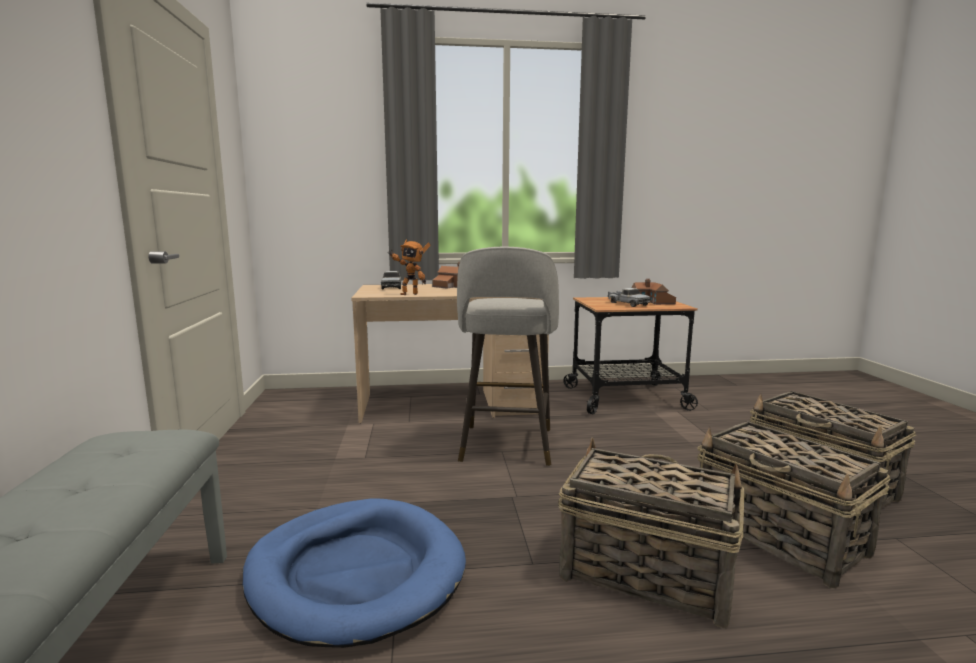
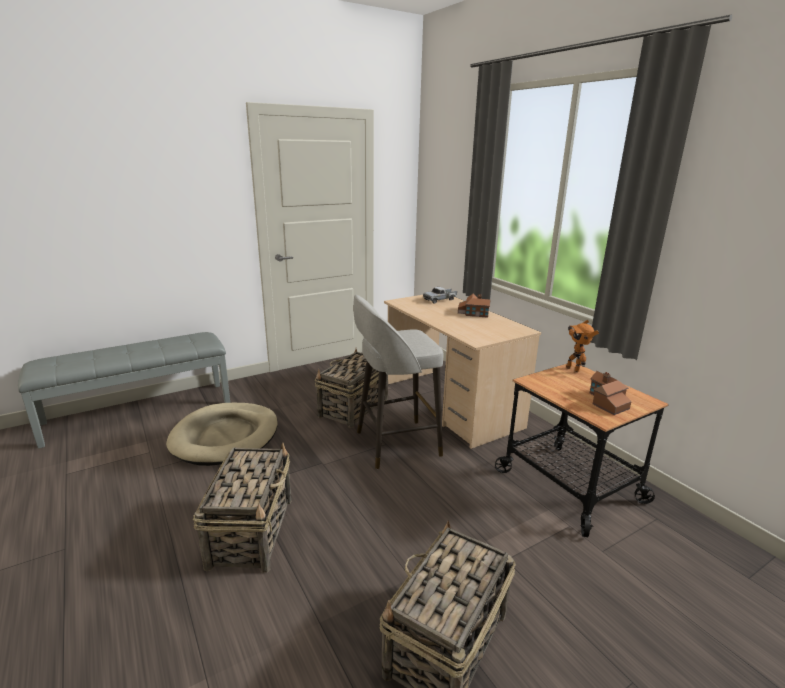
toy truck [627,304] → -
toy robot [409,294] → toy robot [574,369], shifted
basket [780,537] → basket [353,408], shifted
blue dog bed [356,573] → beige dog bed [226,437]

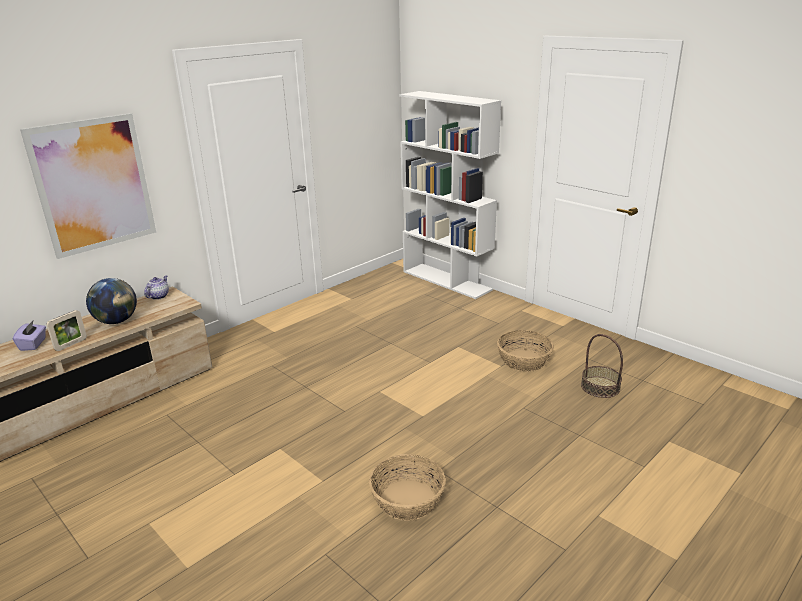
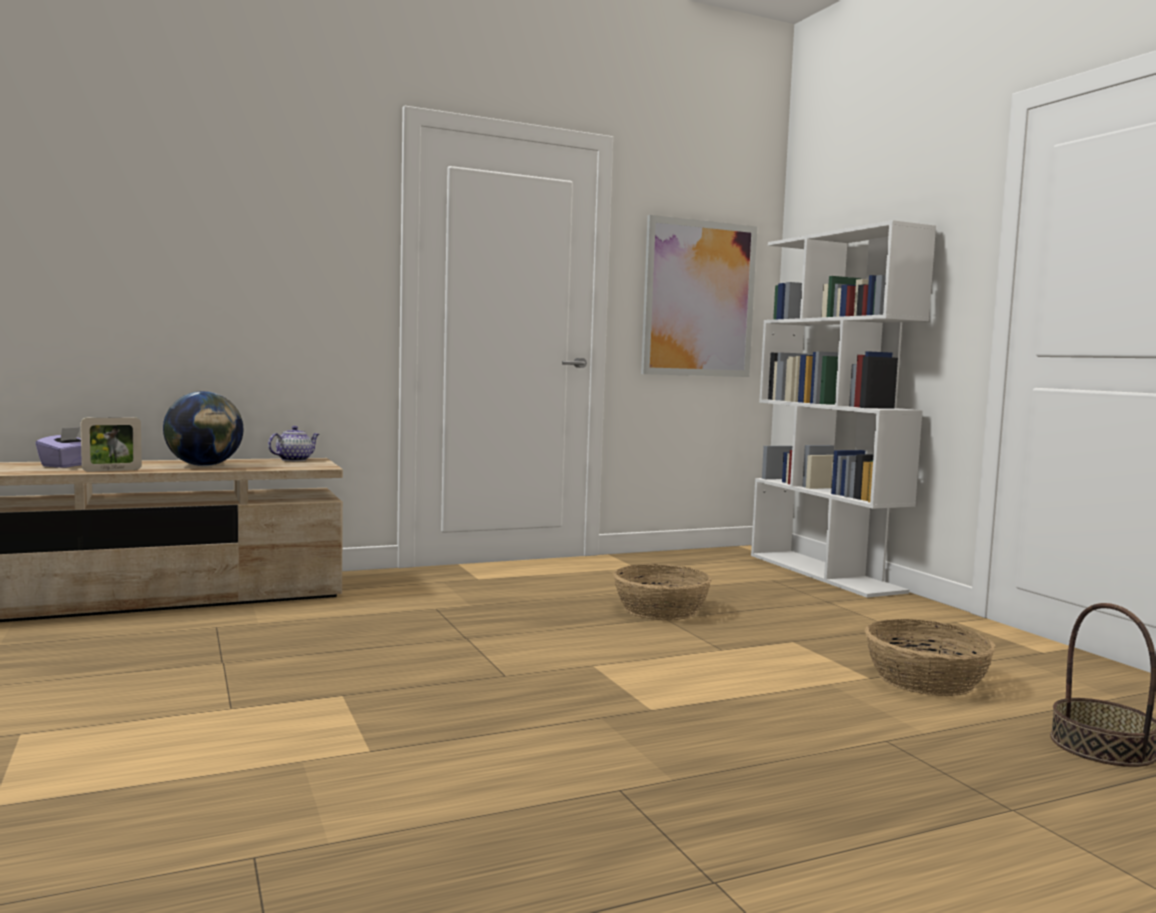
picture [93,185] → picture [698,299], shifted
basket [408,499] → basket [661,610], shifted

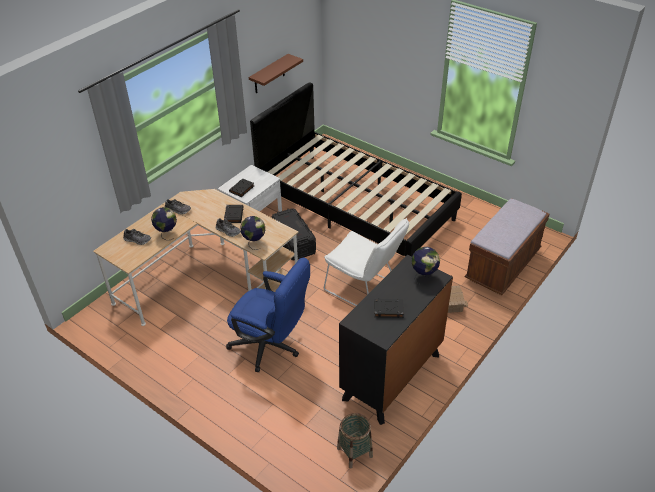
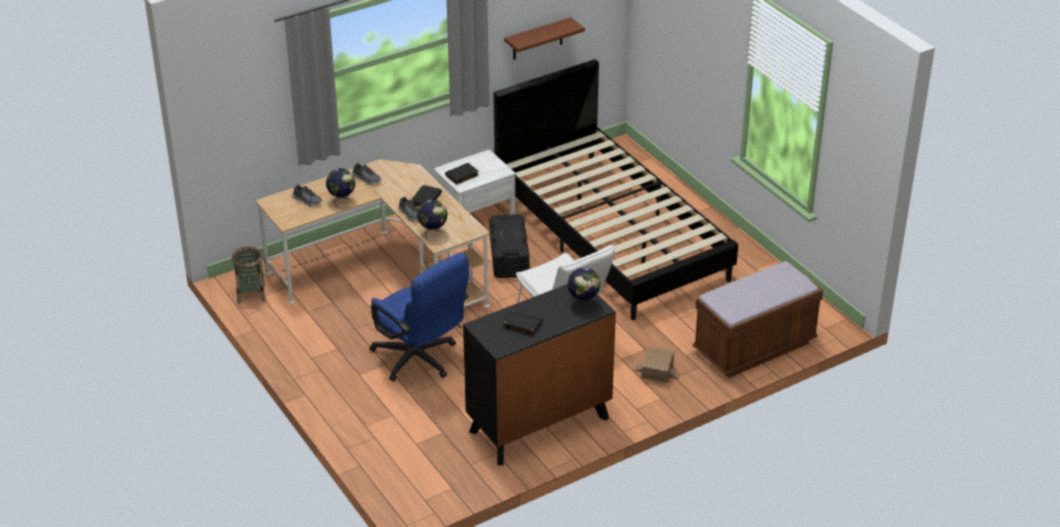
basket [354,452] → basket [251,294], shifted

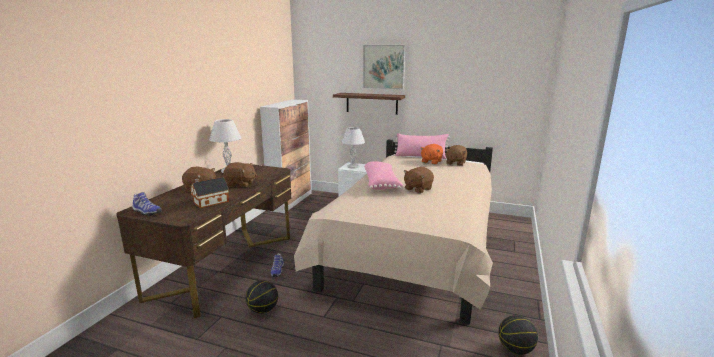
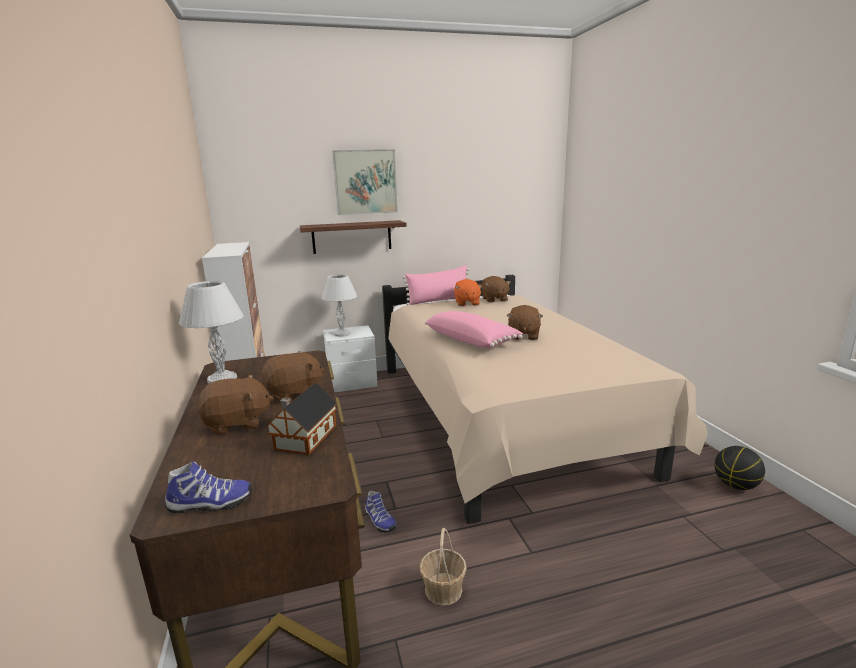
basketball [262,310] → basket [443,590]

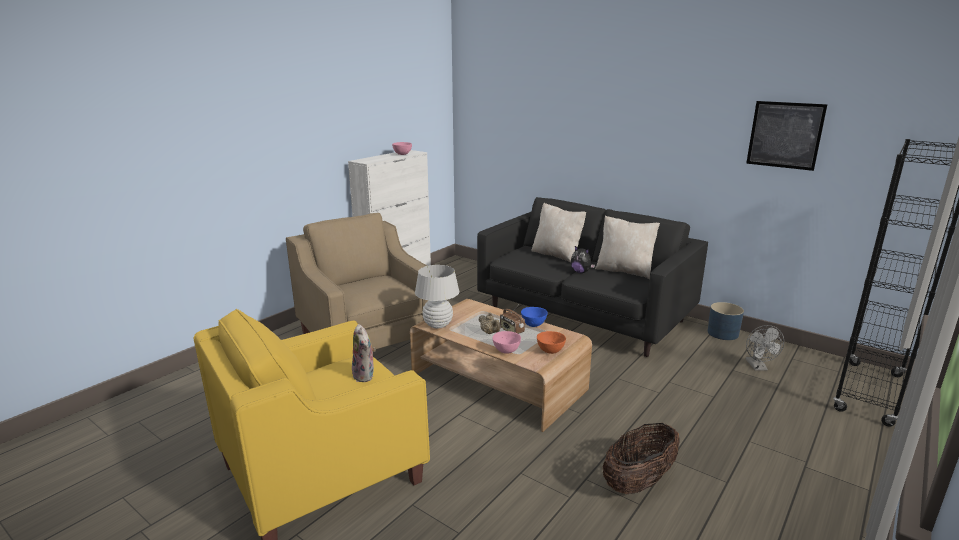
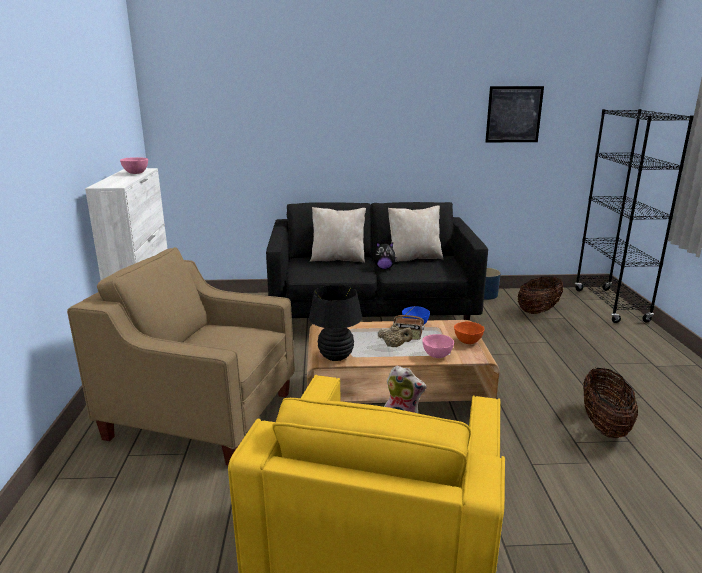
grey fan [758,367] → basket [538,311]
white table lamp [437,325] → black table lamp [335,356]

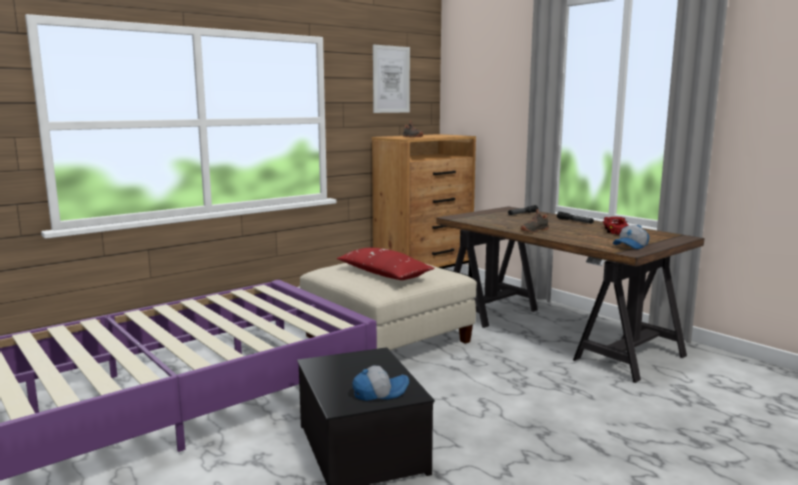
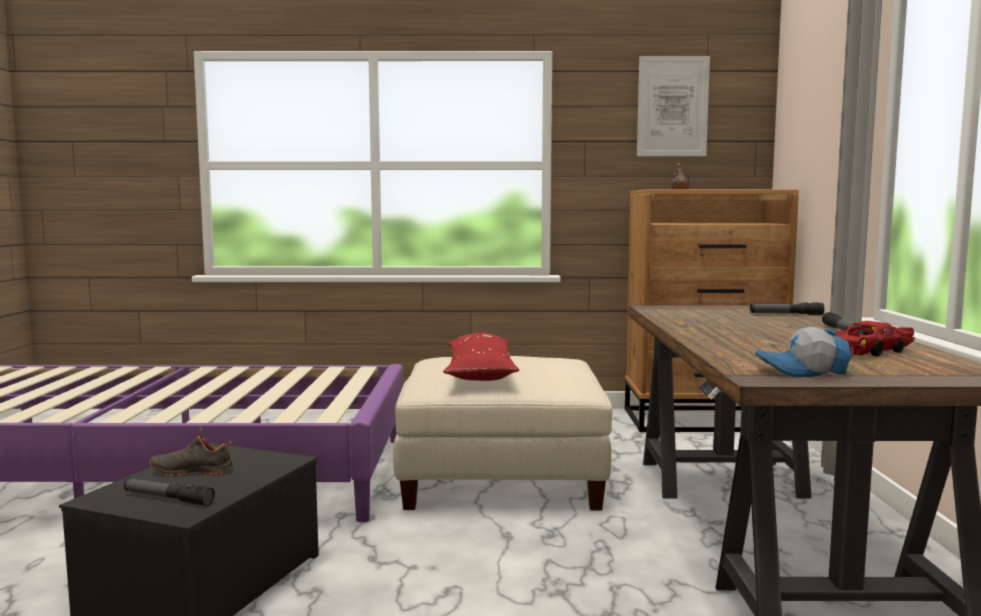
black shoe [533,230] → black shoe [193,471], shifted
cap [380,392] → flashlight [168,499]

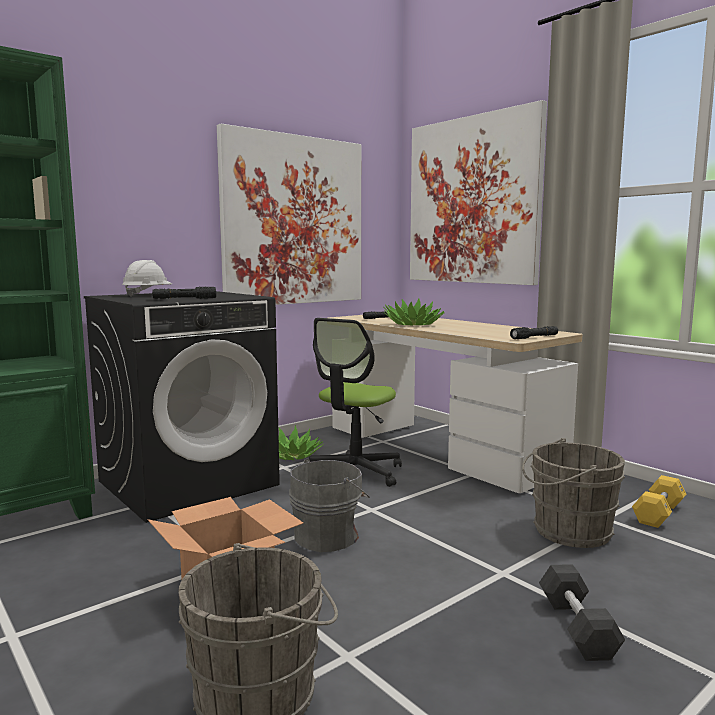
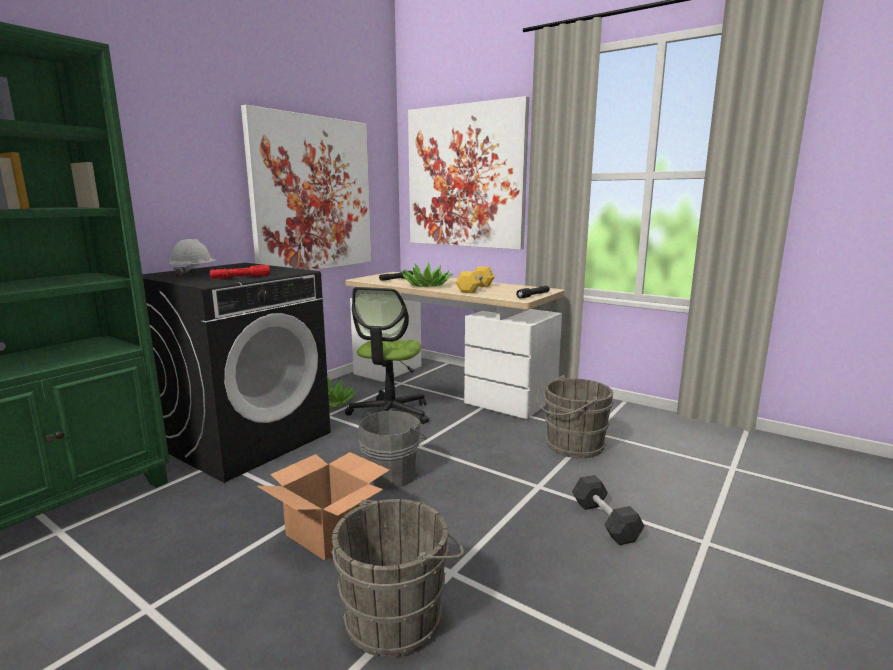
yellow dumbbell [658,513] → yellow dumbbell [475,289], shifted
black flashlight [184,299] → red flashlight [240,277]

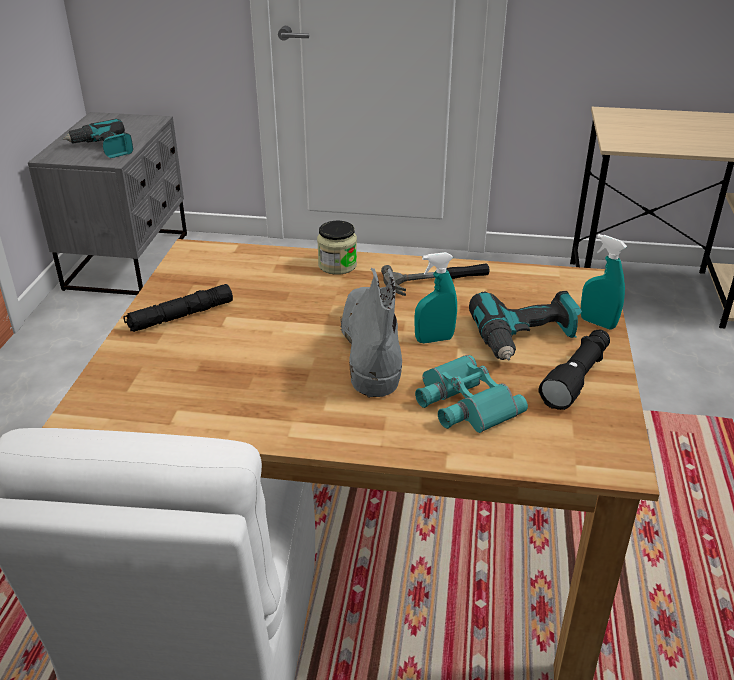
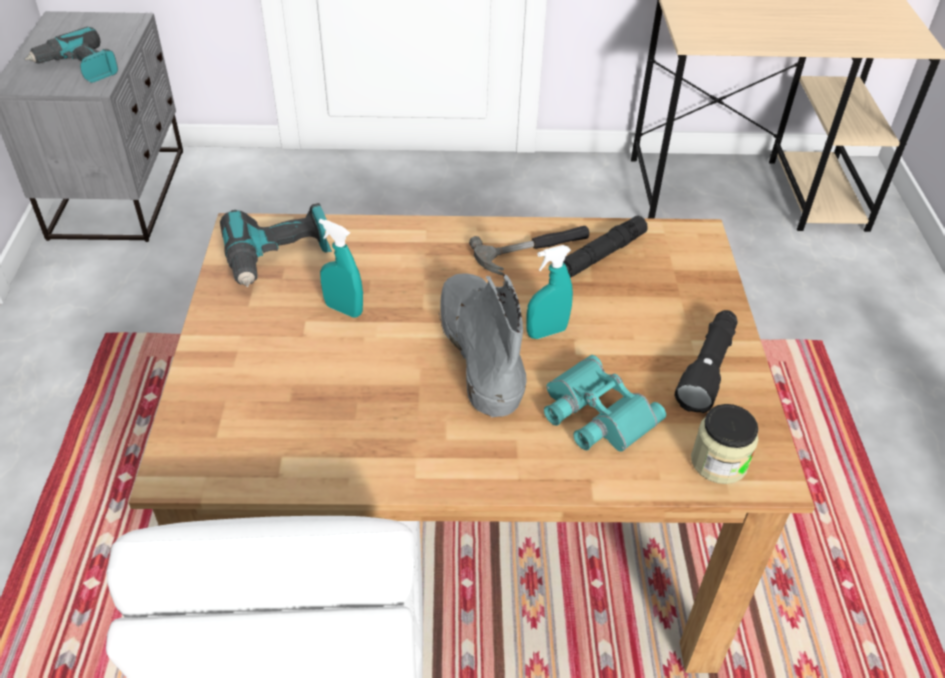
black flashlight [180,316] → black flashlight [601,255], shifted
jar [337,265] → jar [718,462], shifted
power drill [525,339] → power drill [279,257], shifted
turquoise spray bottle [597,323] → turquoise spray bottle [343,309], shifted

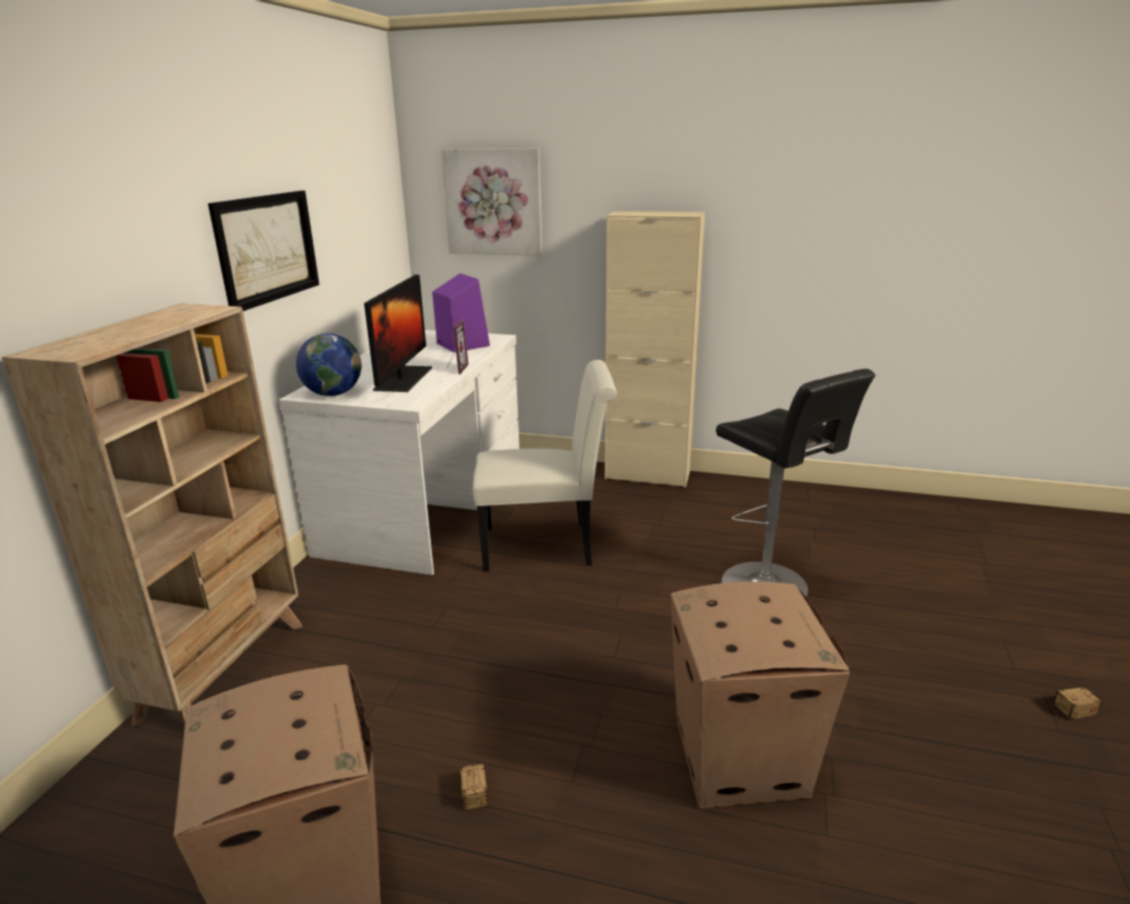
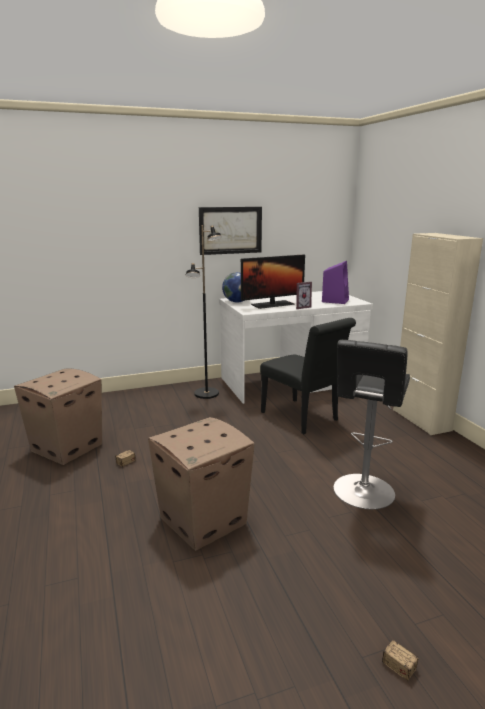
beige bookcase [225,669] → -
picture [493,202] → -
- → black floor lamp [207,394]
white chair [546,546] → black chair [302,418]

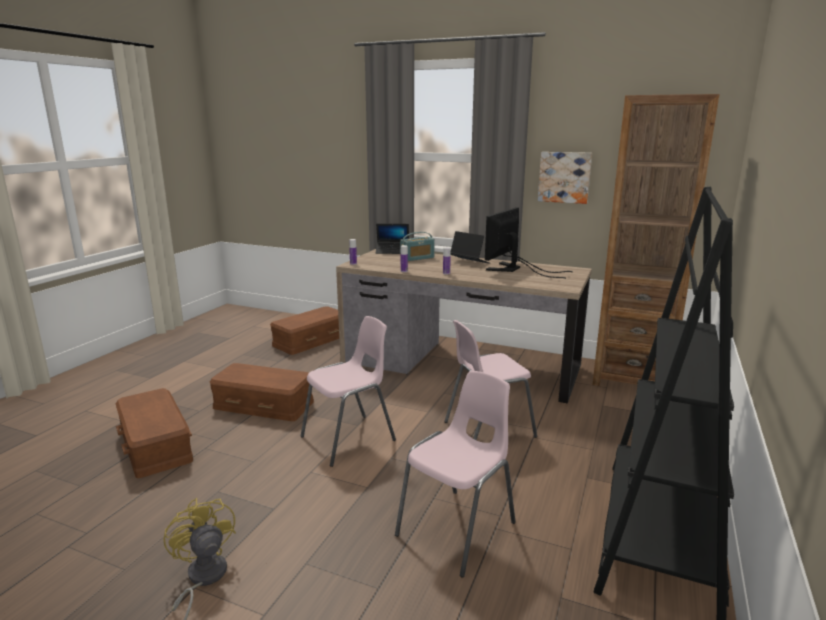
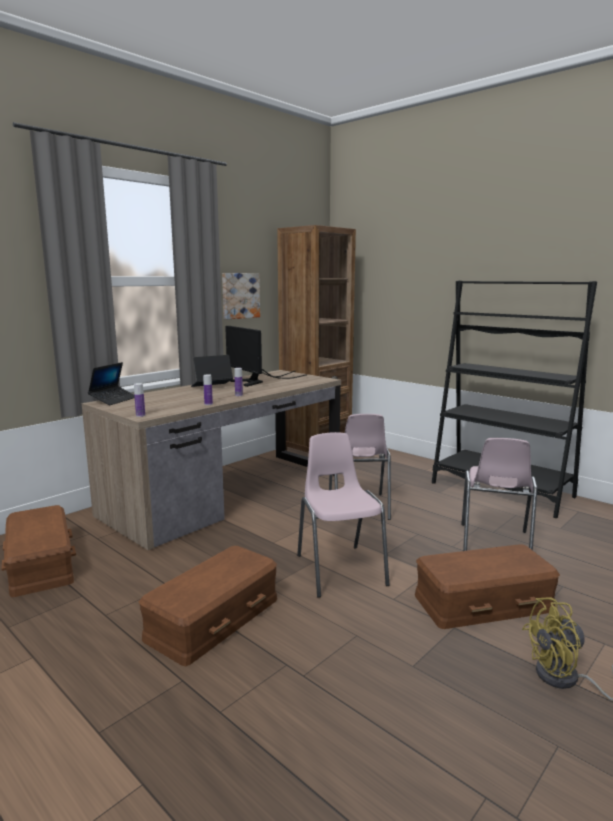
radio [417,258] → -
brown storage box [156,444] → brown storage box [482,601], shifted
pink chair [458,529] → pink chair [494,544], 135 degrees counterclockwise

